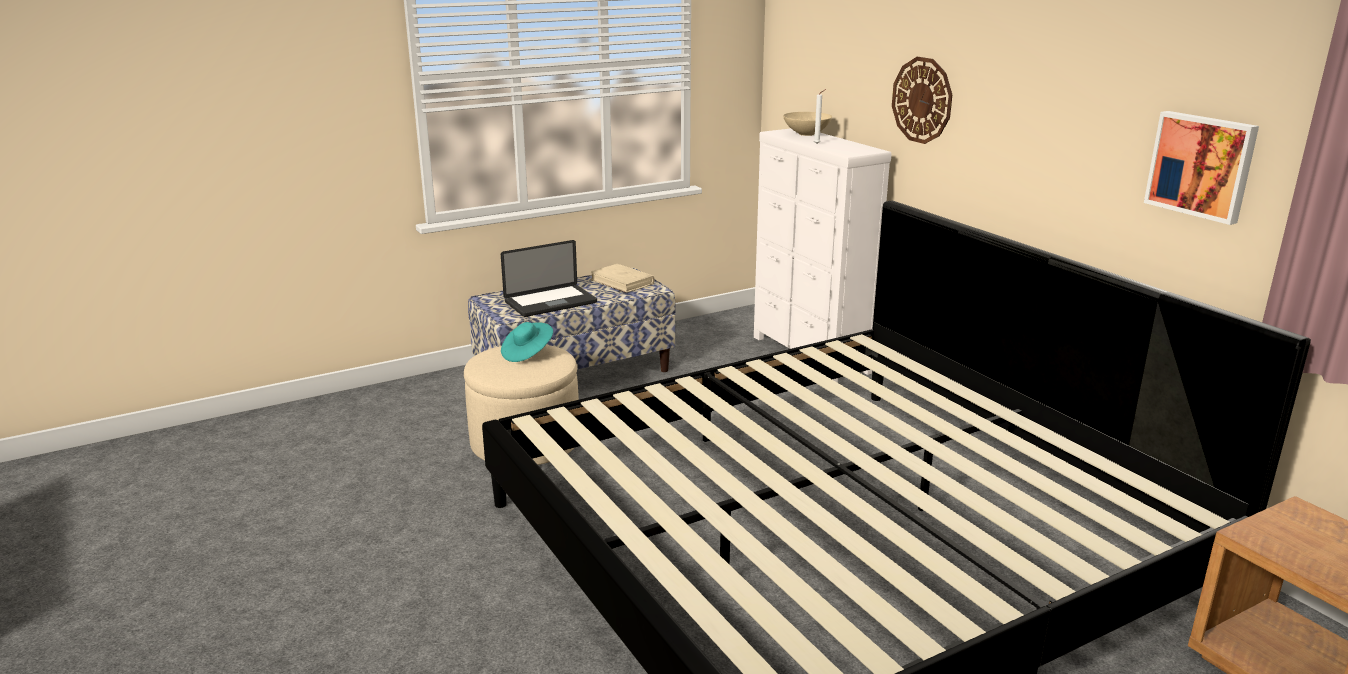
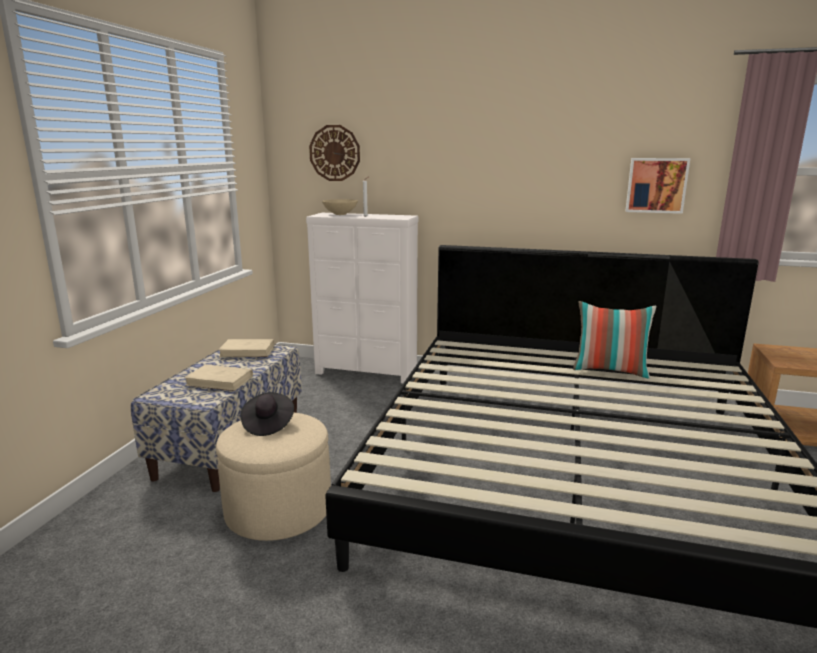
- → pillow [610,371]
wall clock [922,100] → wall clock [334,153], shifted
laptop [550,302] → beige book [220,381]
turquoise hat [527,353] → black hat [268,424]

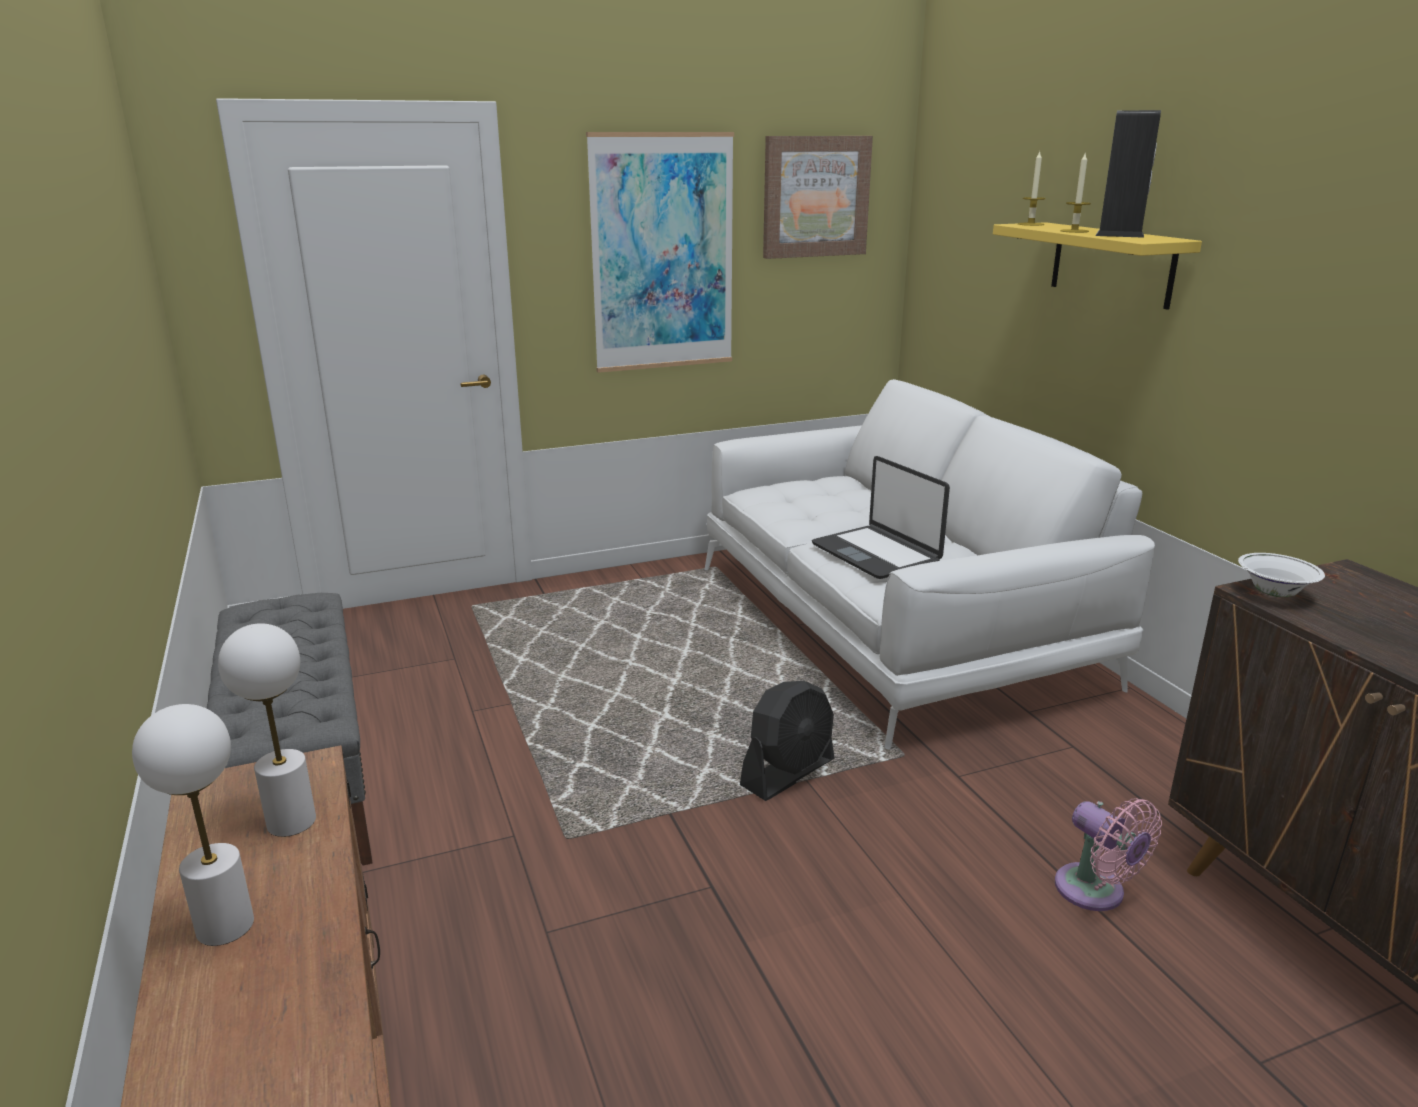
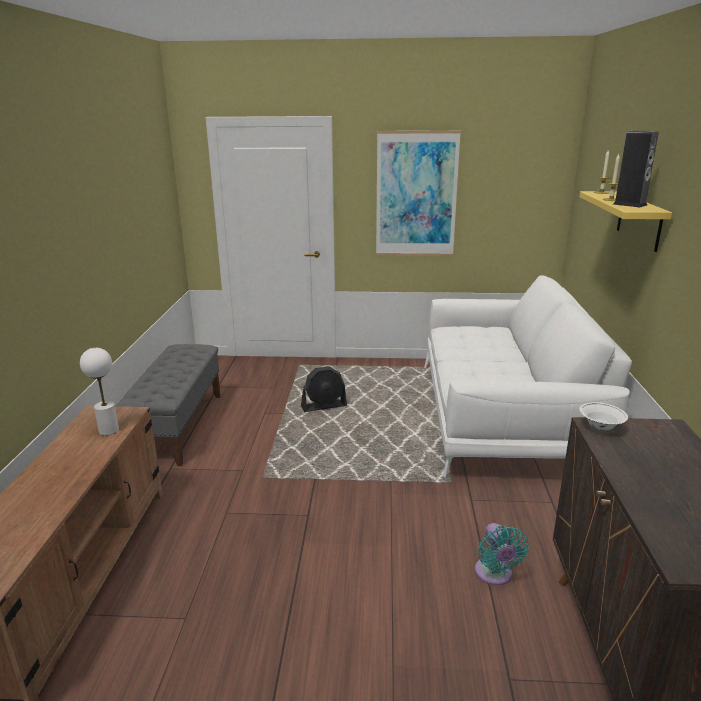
white table lamp [226,926] → -
picture [815,197] → -
laptop [876,553] → -
black fan [788,773] → black fan [324,406], shifted
pink fan [1095,892] → turquoise fan [494,575]

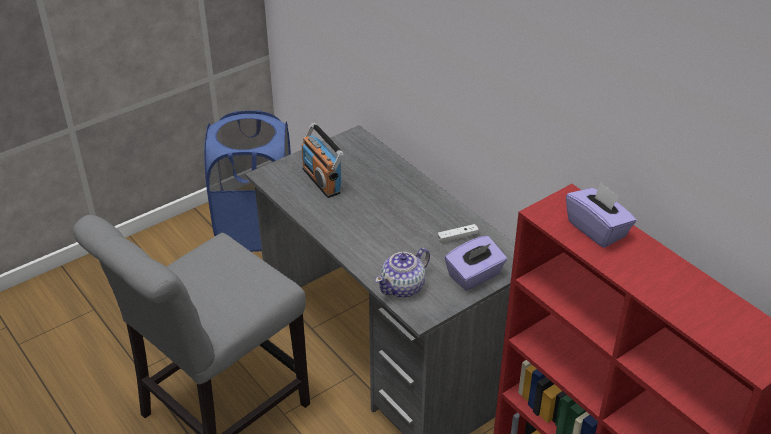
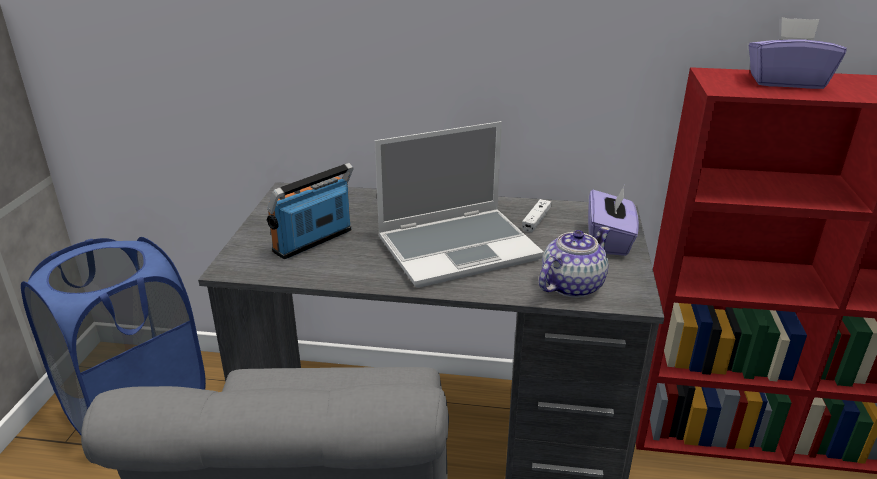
- → laptop [459,248]
radio [322,180] → radio [314,241], 120 degrees clockwise
teapot [403,287] → teapot [571,286], 135 degrees counterclockwise

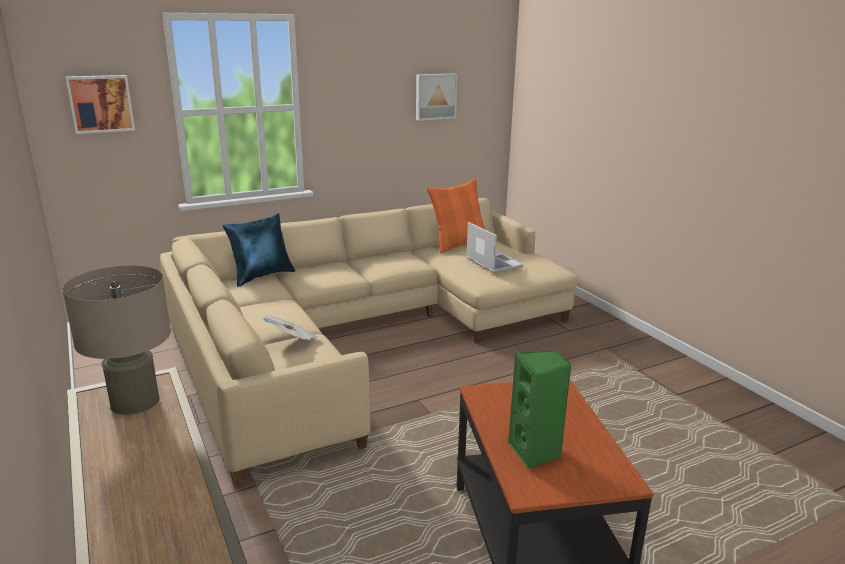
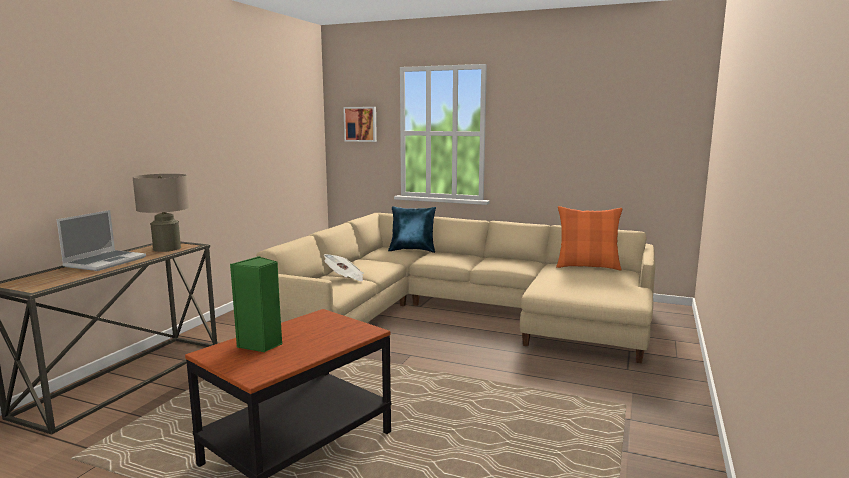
picture [435,96] → -
laptop [492,263] → laptop [105,262], shifted

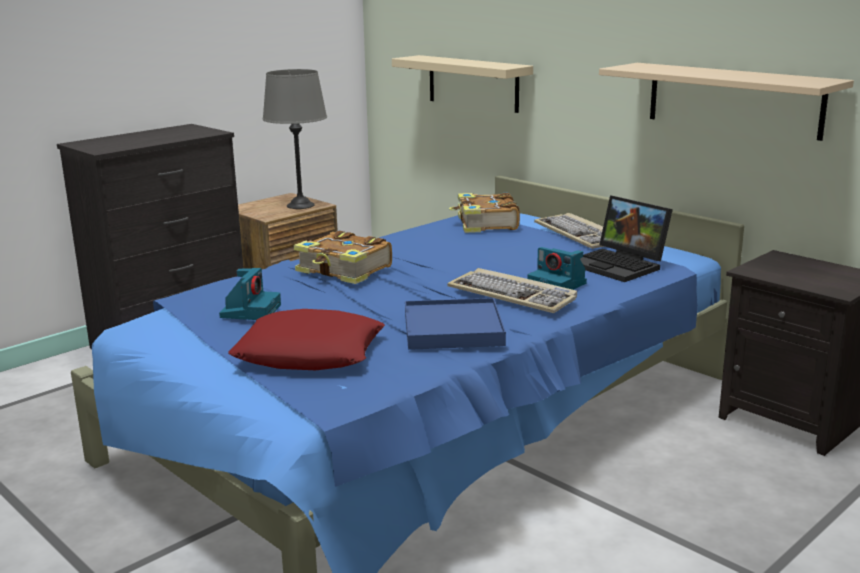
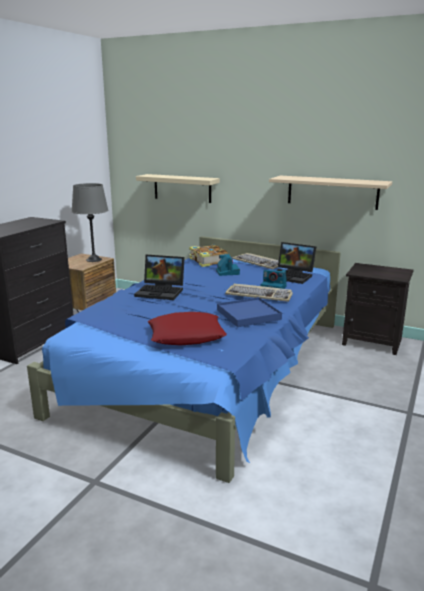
photo camera [250,310] → photo camera [227,272], shifted
book [344,270] → laptop [161,291]

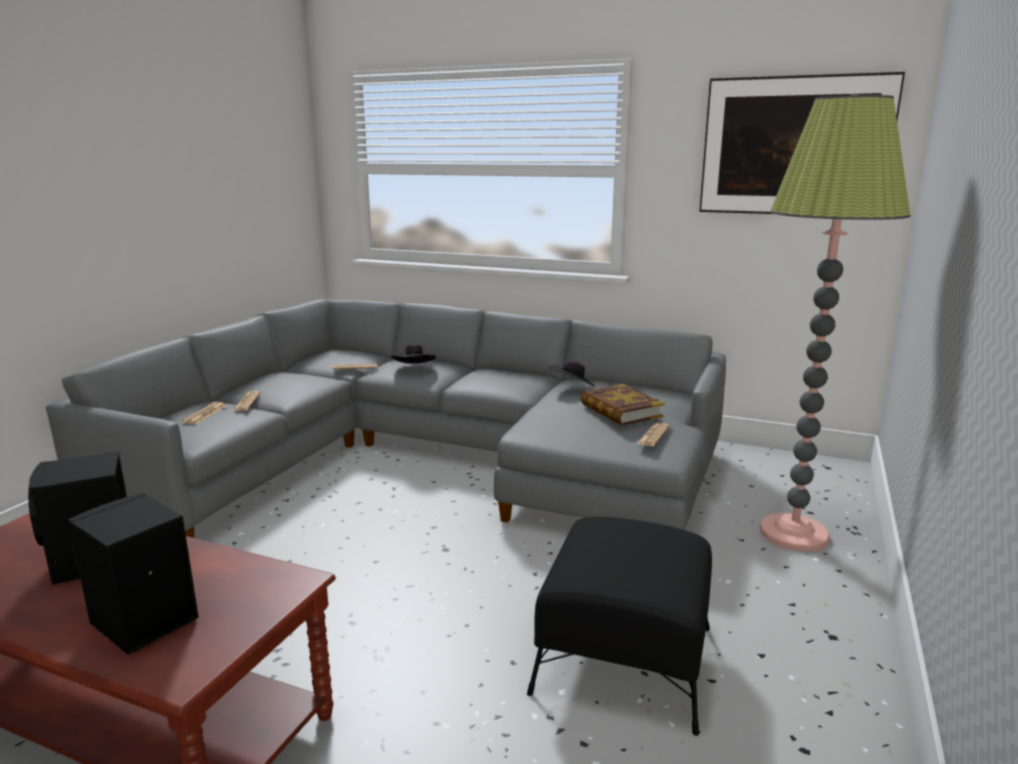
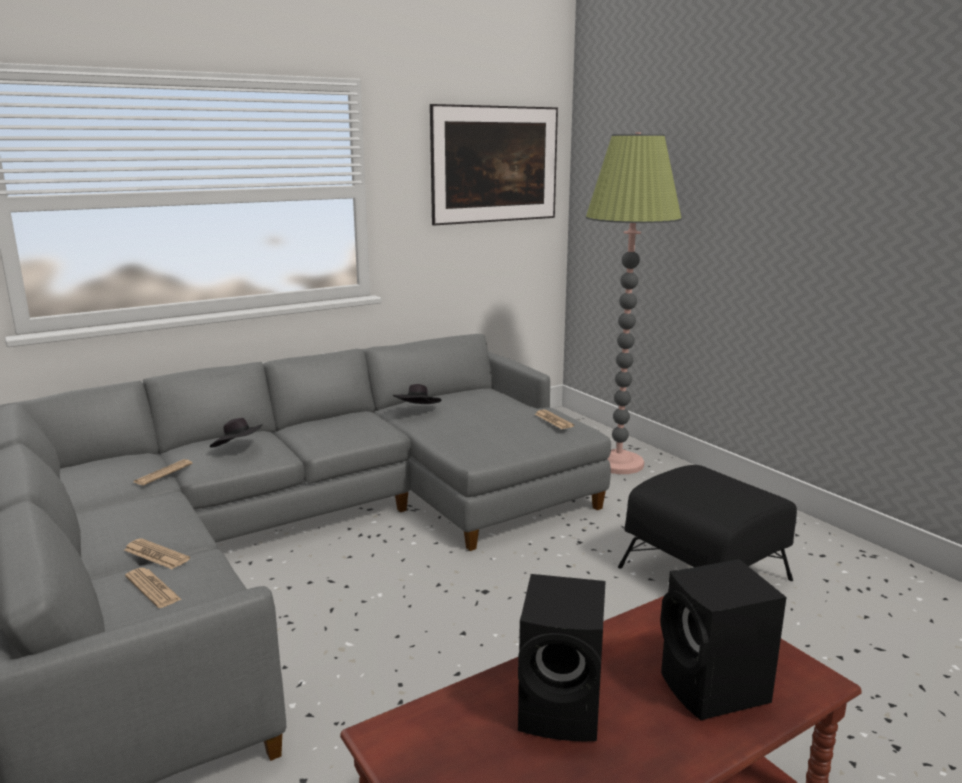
book [620,411] → -

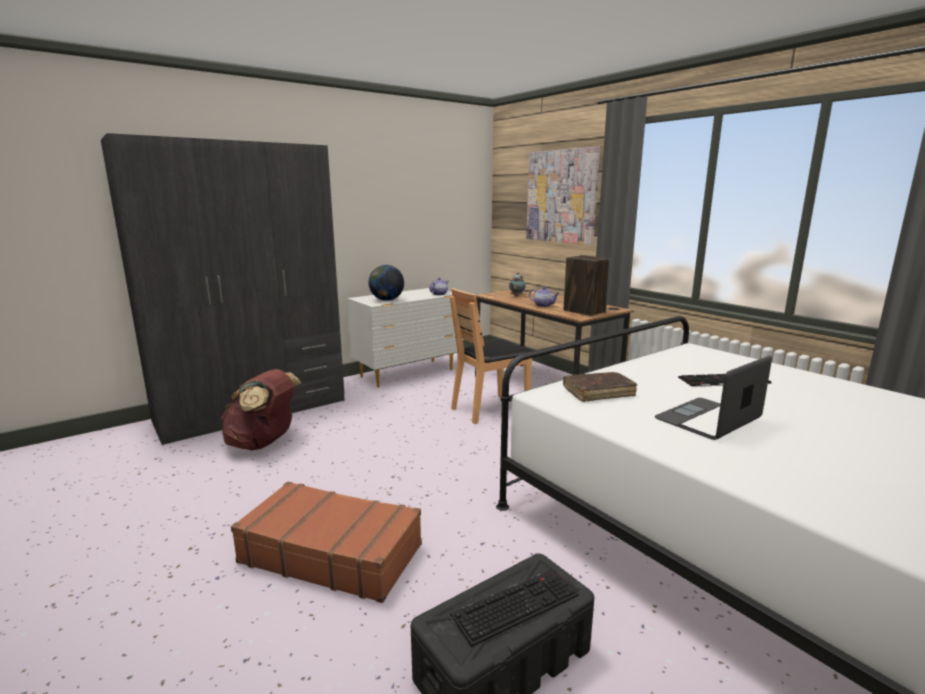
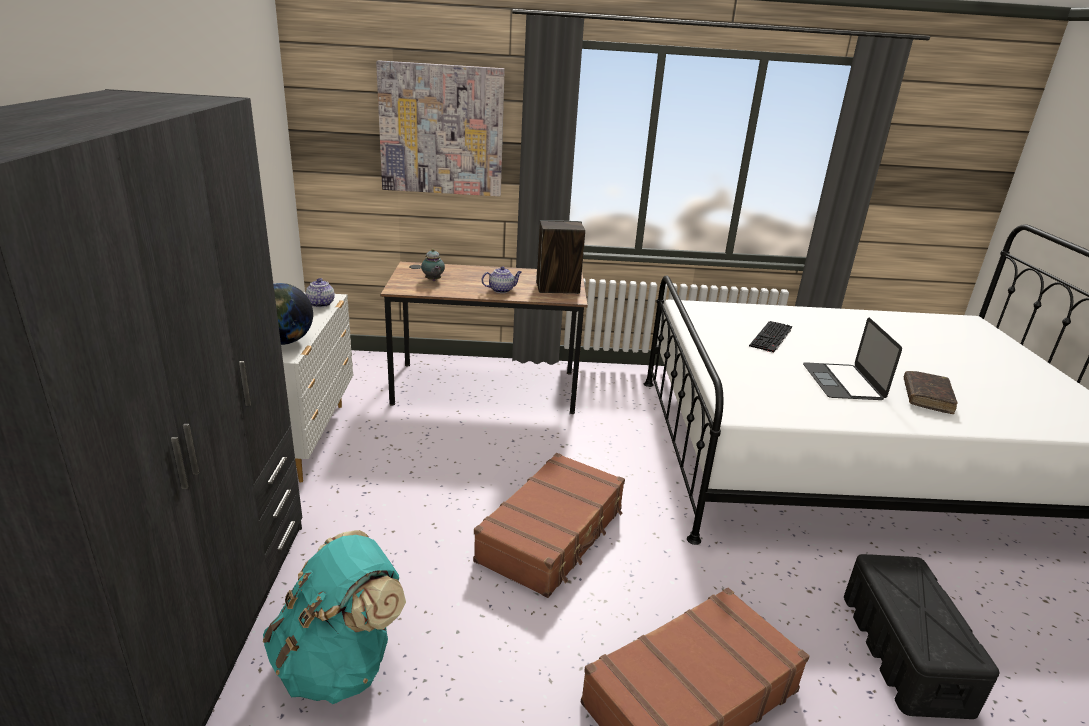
brown chair [490,409] → -
keyboard [516,604] → -
- → brown suitcase [553,535]
brown book [598,392] → brown book [926,397], shifted
brown backpack [263,443] → turquoise backpack [339,663]

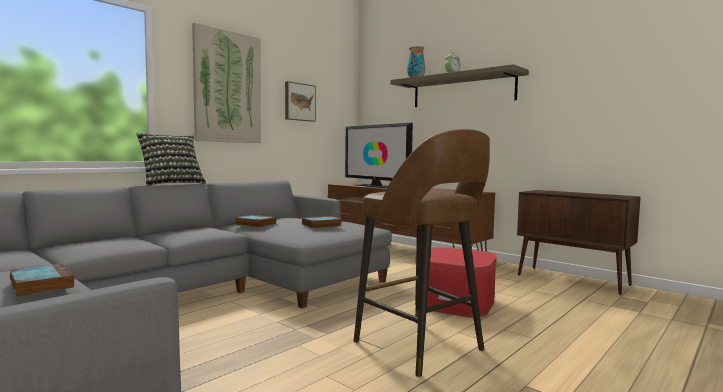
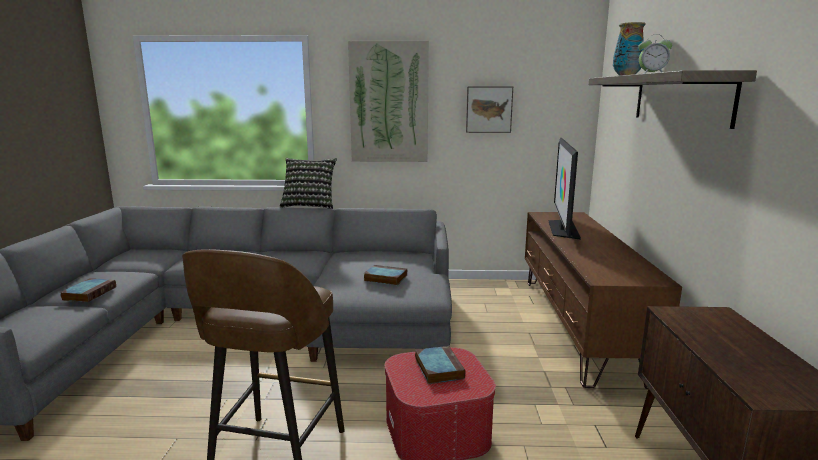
book [254,224] → book [438,368], shifted

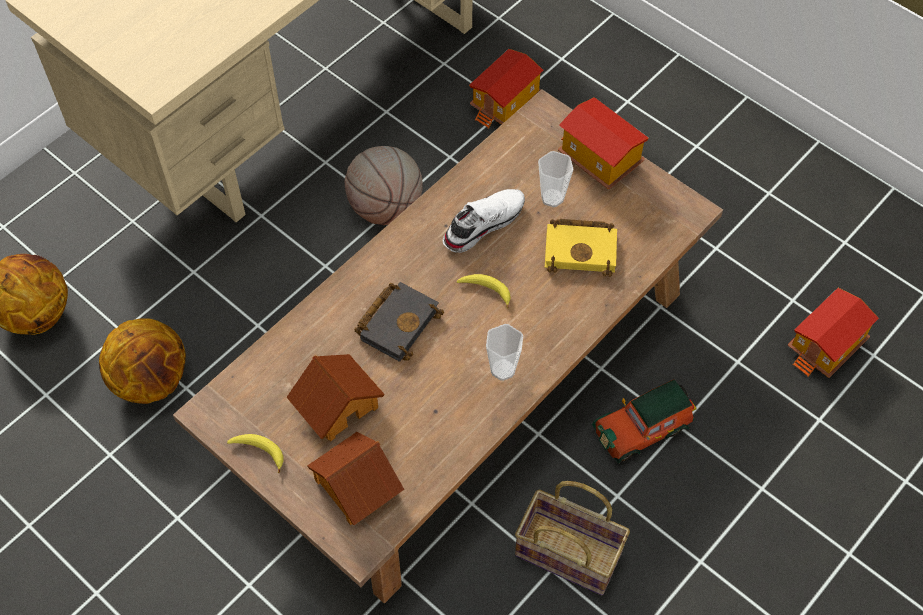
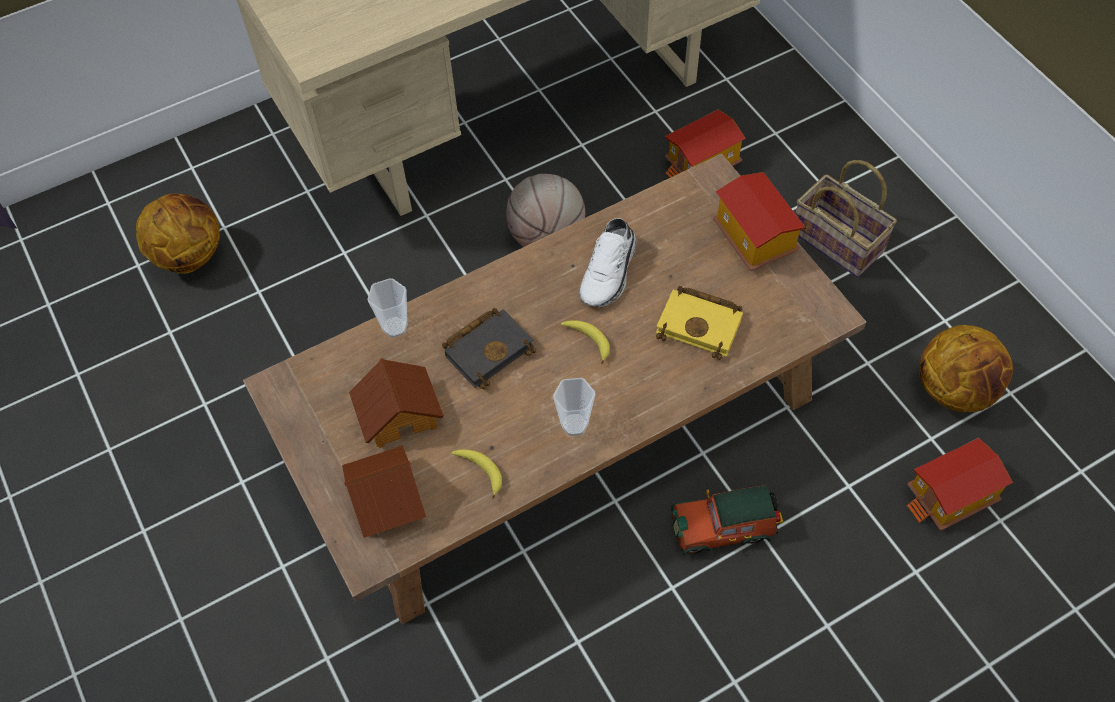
basketball [152,380] → basketball [955,390], shifted
banana [259,451] → banana [480,471], shifted
basket [571,553] → basket [840,242], shifted
cup [552,198] → cup [395,327], shifted
white shoe [482,223] → white shoe [610,273], 135 degrees clockwise

